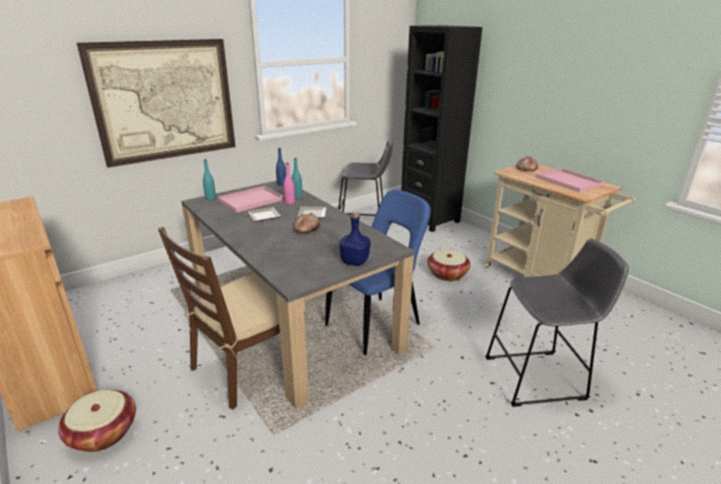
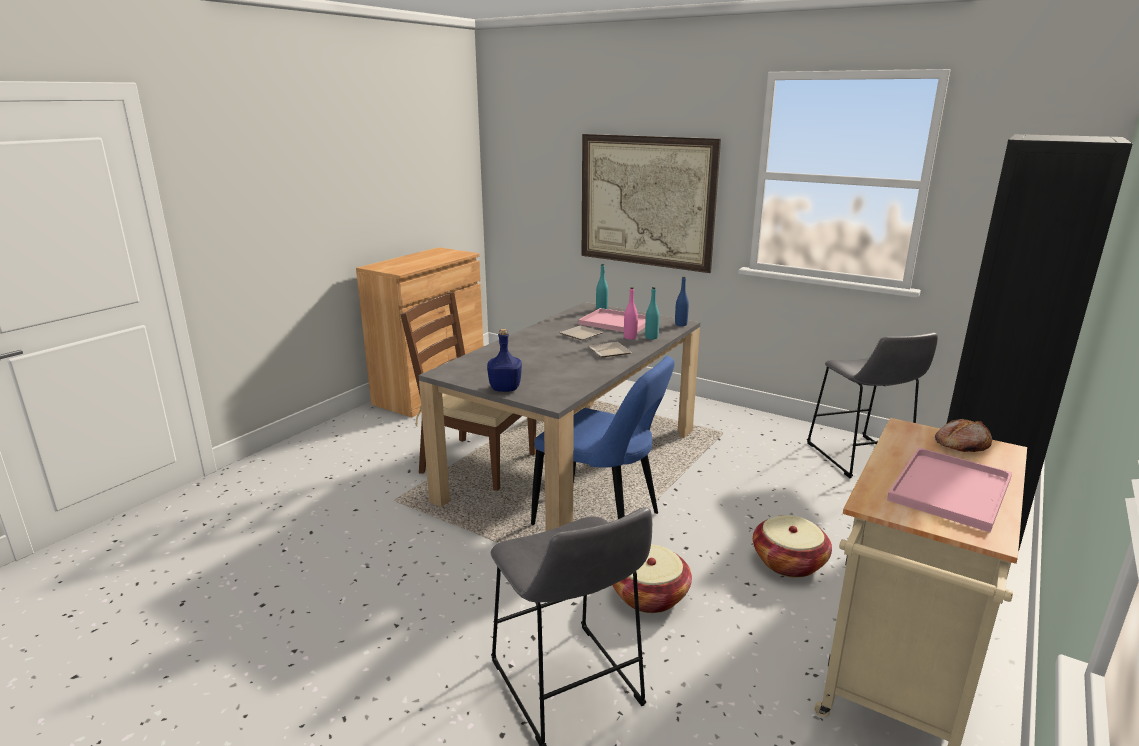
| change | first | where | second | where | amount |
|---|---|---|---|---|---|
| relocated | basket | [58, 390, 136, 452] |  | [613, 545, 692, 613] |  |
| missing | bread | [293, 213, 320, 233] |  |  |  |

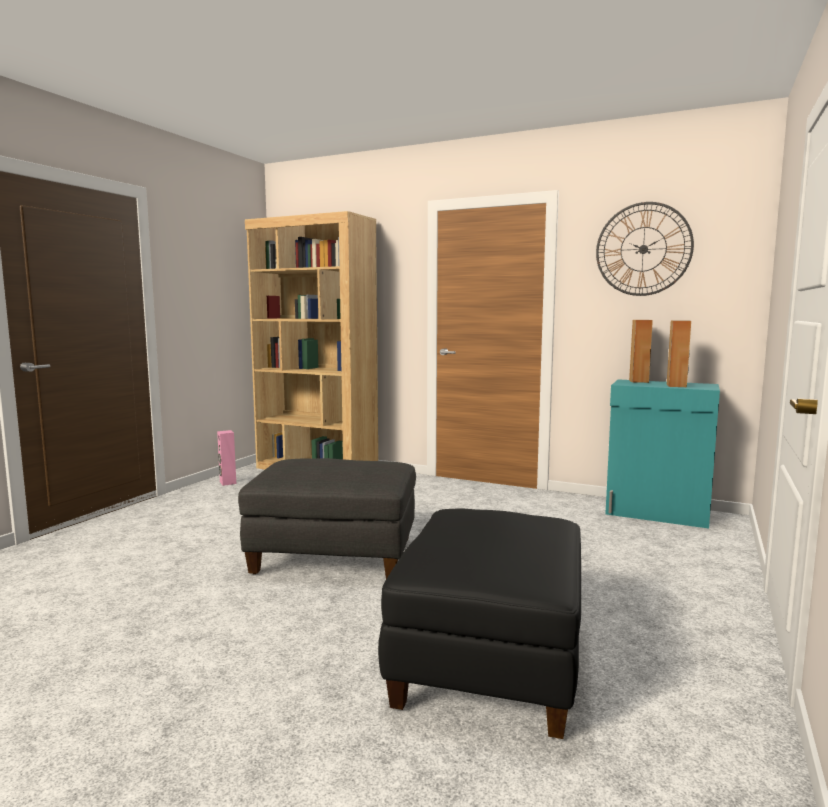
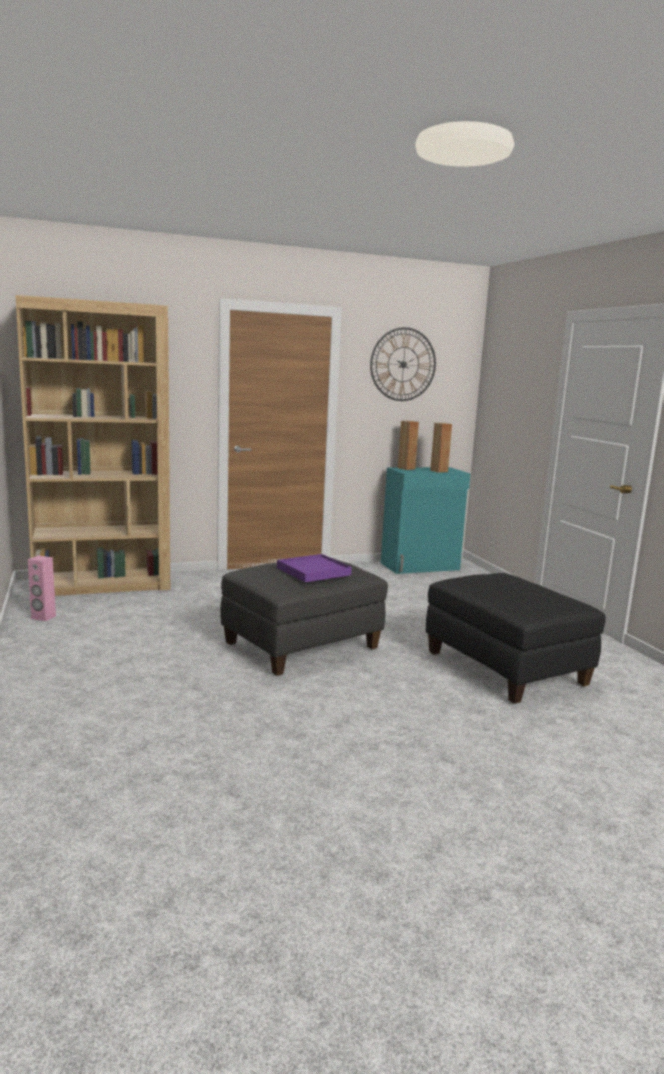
| change | first | where | second | where | amount |
|---|---|---|---|---|---|
| appeared |  |  | purple tray | [277, 554, 352, 582] |  |

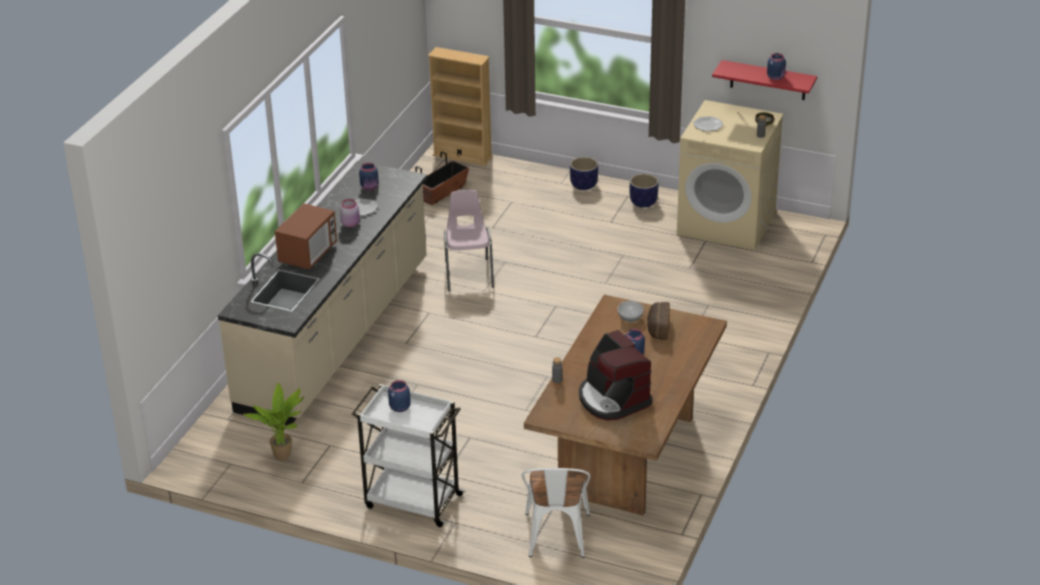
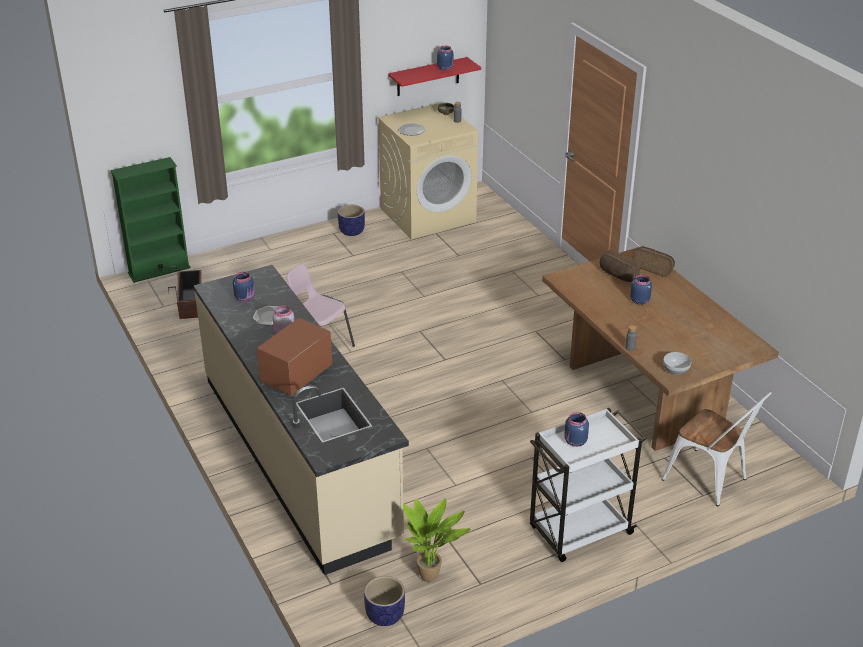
| change | first | where | second | where | amount |
|---|---|---|---|---|---|
| colour | beige bookcase | [428, 47, 493, 166] | green bookcase | [110, 157, 191, 283] |  |
| spun | microwave | [275, 203, 337, 269] |  | [257, 318, 332, 396] | 120 degrees counterclockwise |
| relocated | planter | [570, 157, 598, 190] |  | [364, 576, 405, 626] |  |
| appeared |  |  | bread | [632, 247, 675, 277] |  |
| relocated | bowl | [618, 301, 644, 322] |  | [664, 352, 692, 375] |  |
| missing | coffee machine | [579, 330, 653, 421] |  |  |  |

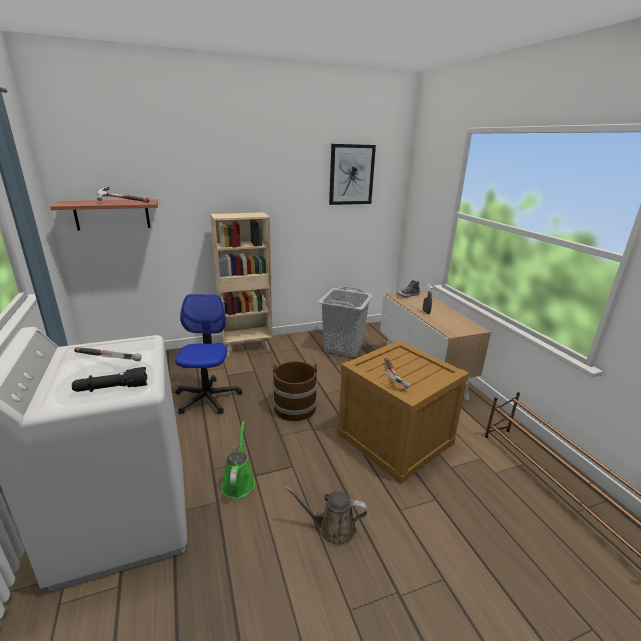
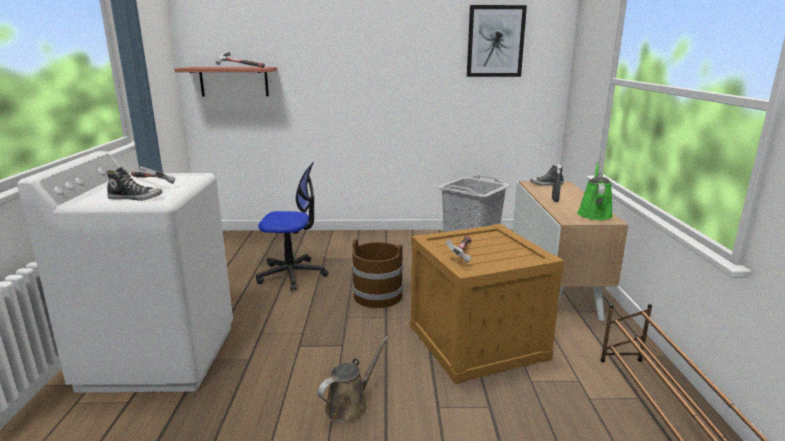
| change | first | where | second | where | amount |
|---|---|---|---|---|---|
| exchanged | black flashlight | [72, 367, 147, 392] | shoe | [106, 167, 163, 201] |  |
| spun | office chair | [175, 294, 242, 414] |  | [256, 162, 328, 291] | 75 degrees clockwise |
| spun | brown watering can | [285, 486, 367, 546] |  | [318, 336, 389, 423] | 105 degrees clockwise |
| relocated | green watering can | [221, 421, 255, 499] |  | [577, 162, 613, 220] |  |
| missing | beige bookcase | [210, 212, 273, 356] |  |  |  |

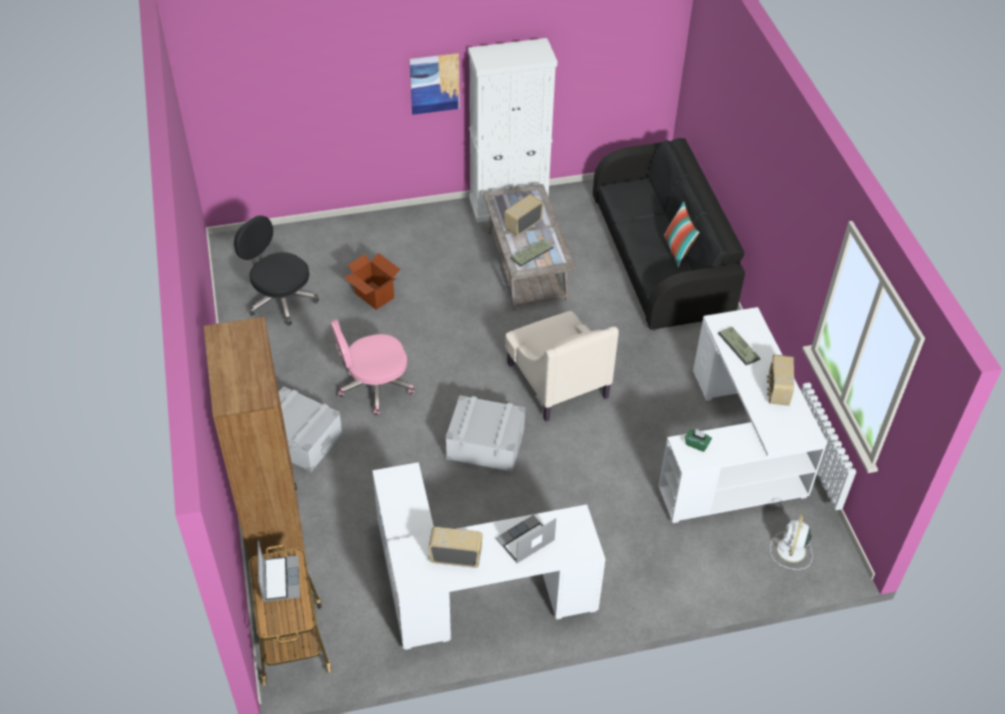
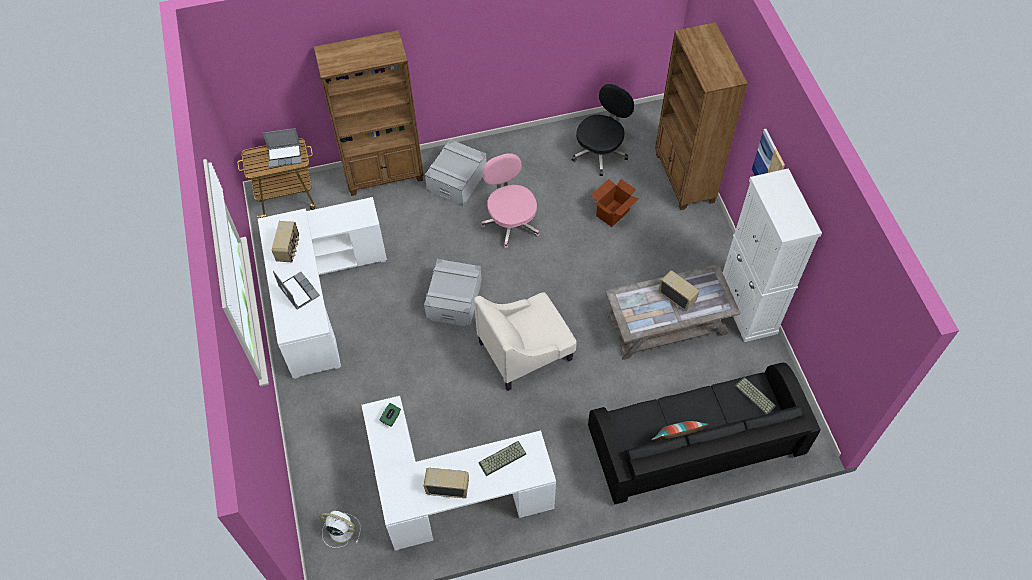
| change | first | where | second | where | amount |
|---|---|---|---|---|---|
| appeared |  |  | brown bookcase | [655, 22, 748, 210] |  |
| relocated | keyboard | [510, 239, 554, 267] |  | [734, 377, 776, 415] |  |

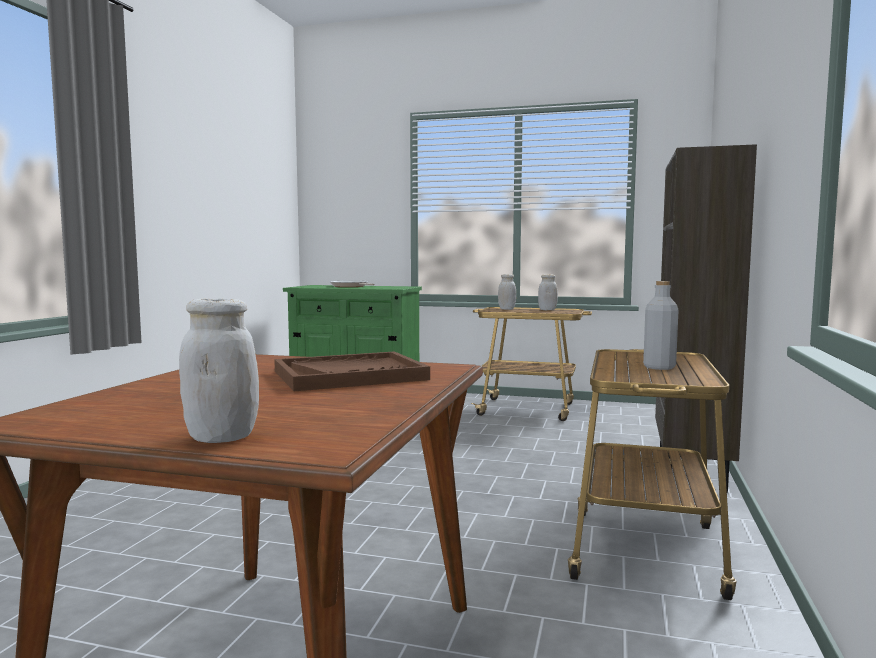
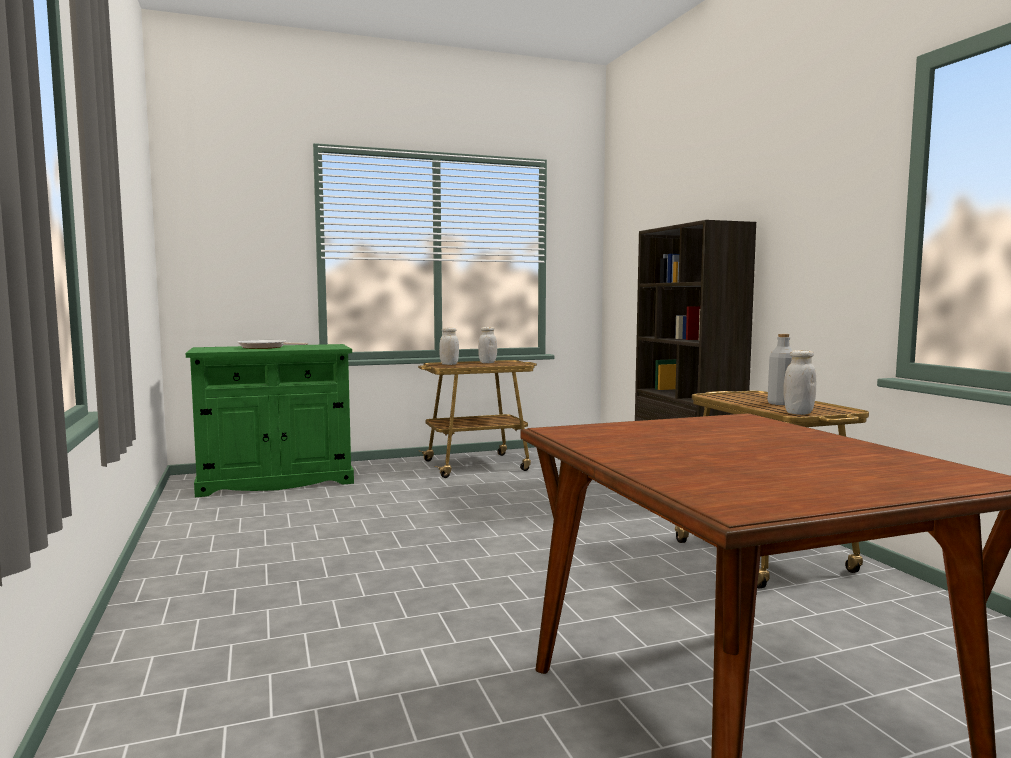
| change | first | where | second | where | amount |
|---|---|---|---|---|---|
| relocated | white jar | [179, 298, 259, 443] |  | [783, 350, 816, 415] |  |
| missing | brown tray | [274, 351, 430, 391] |  |  |  |

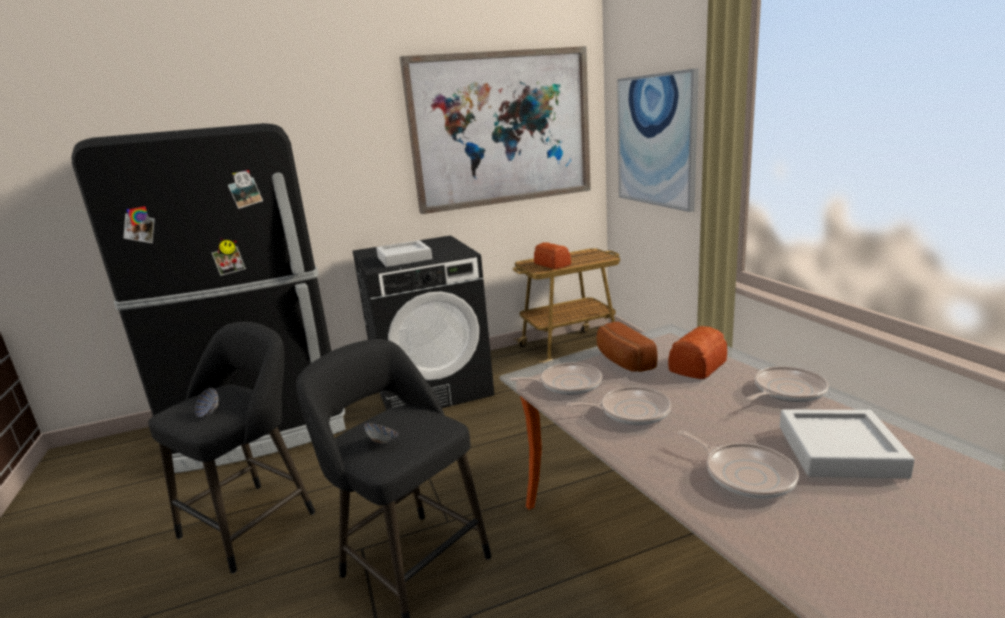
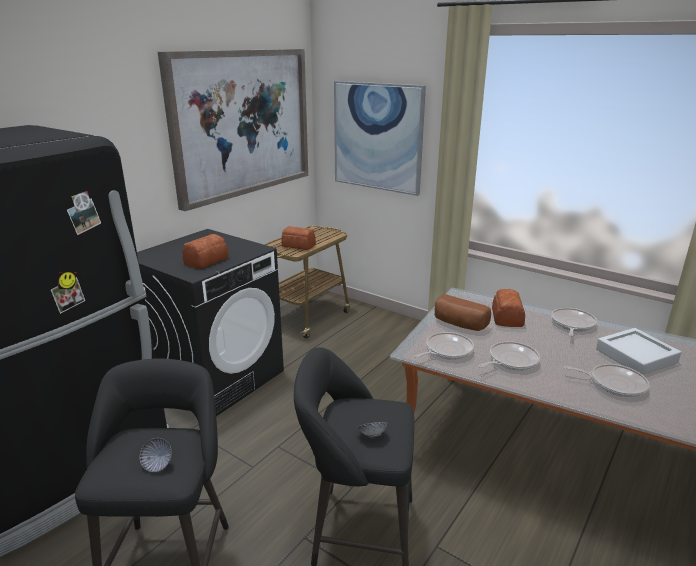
| change | first | where | second | where | amount |
|---|---|---|---|---|---|
| exchanged | grey tray | [376, 240, 432, 267] | bread | [182, 234, 228, 269] |  |

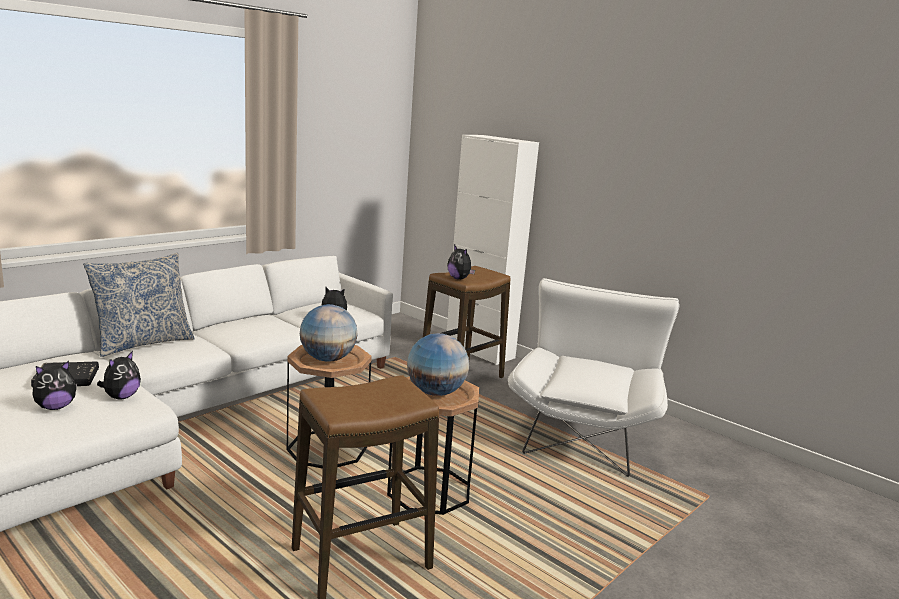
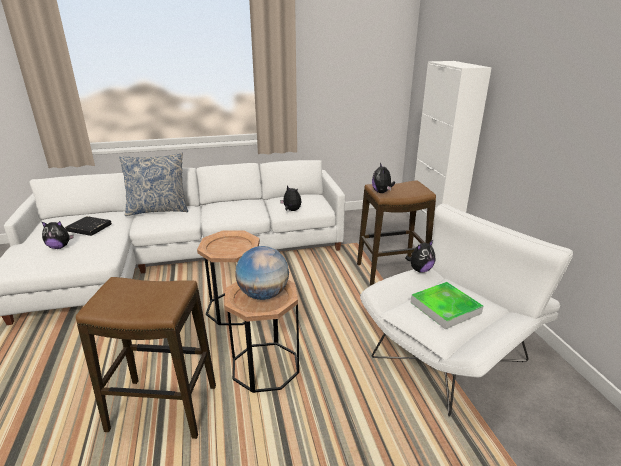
| change | first | where | second | where | amount |
|---|---|---|---|---|---|
| relocated | plush toy | [97, 351, 141, 400] |  | [405, 240, 435, 273] |  |
| appeared |  |  | tray | [410, 282, 483, 329] |  |
| missing | globe | [300, 304, 358, 362] |  |  |  |

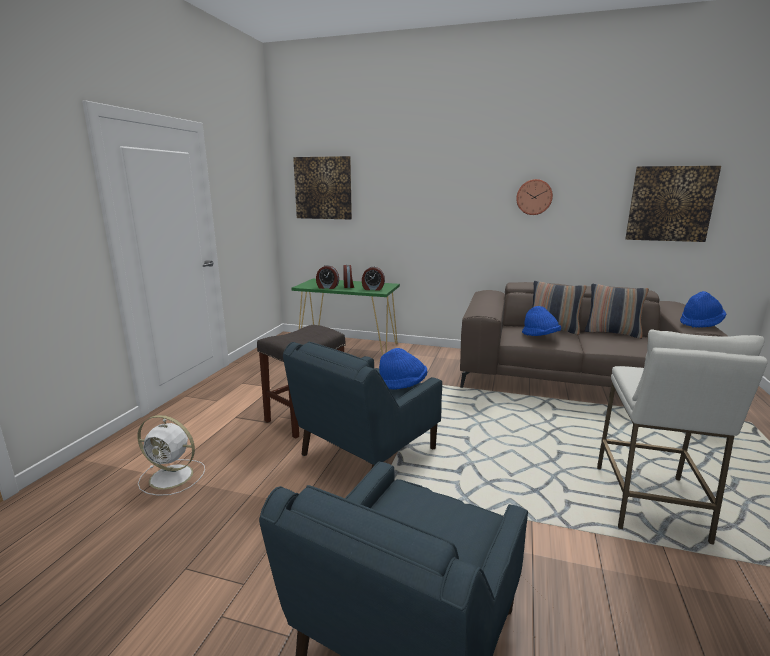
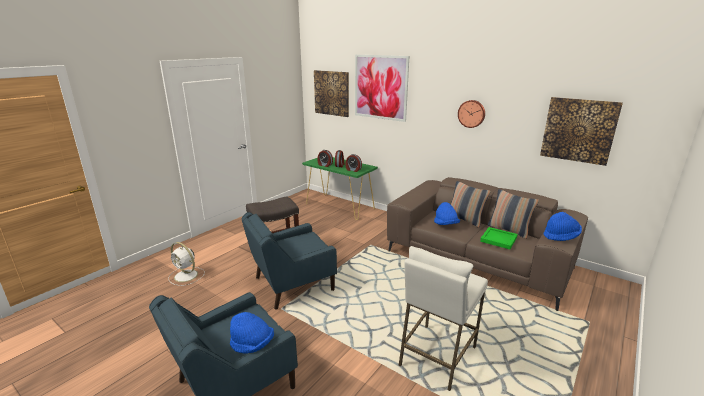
| change | first | where | second | where | amount |
|---|---|---|---|---|---|
| relocated | blue hat | [379, 348, 428, 390] |  | [230, 312, 274, 353] |  |
| appeared |  |  | picture | [355, 54, 409, 122] |  |
| appeared |  |  | green tray | [480, 227, 518, 249] |  |

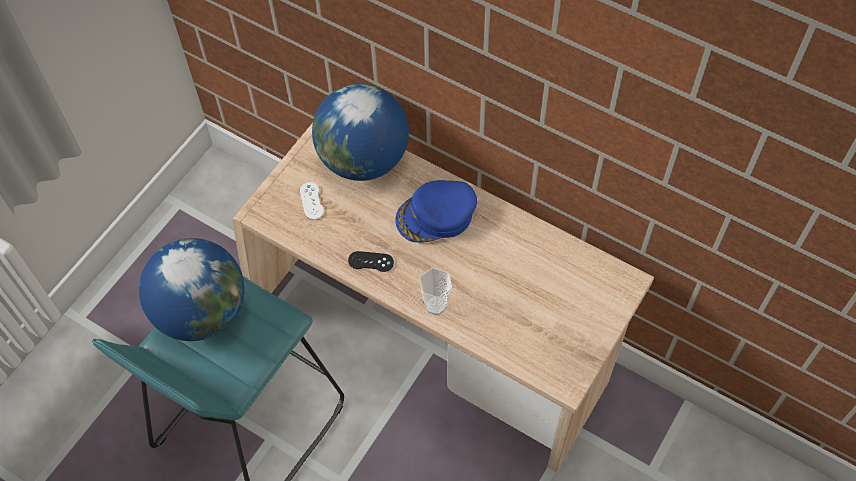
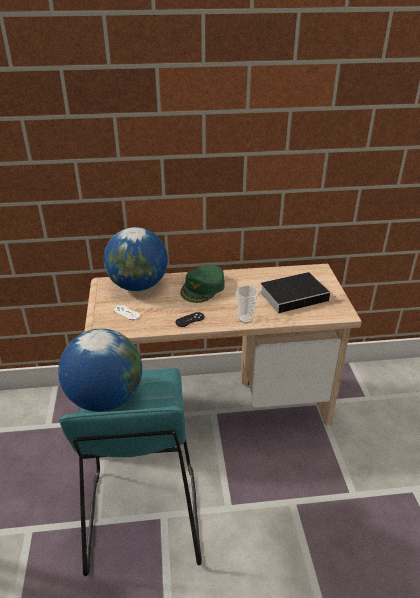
| change | first | where | second | where | amount |
|---|---|---|---|---|---|
| colour | blue cap | [396, 180, 477, 243] | green cap | [180, 265, 224, 303] |  |
| appeared |  |  | book | [260, 272, 331, 313] |  |

